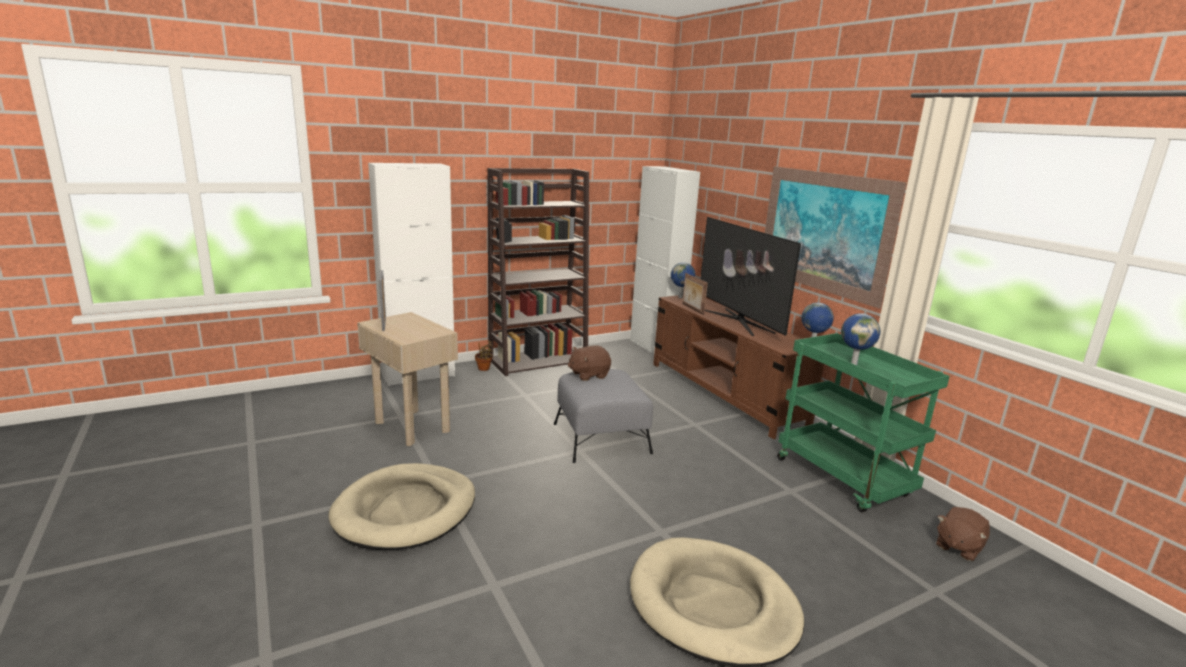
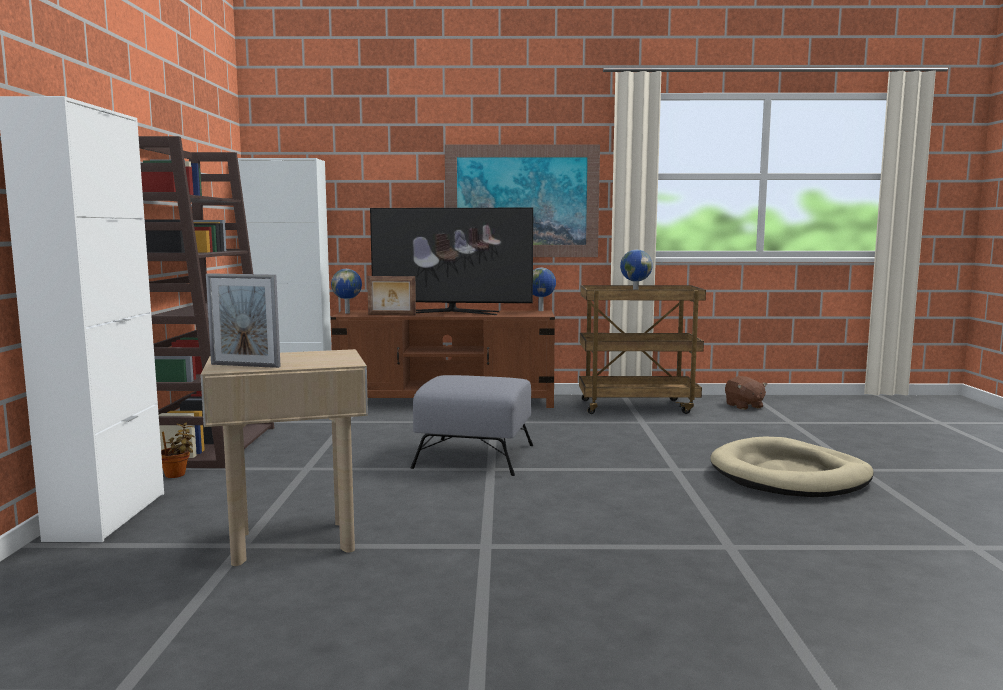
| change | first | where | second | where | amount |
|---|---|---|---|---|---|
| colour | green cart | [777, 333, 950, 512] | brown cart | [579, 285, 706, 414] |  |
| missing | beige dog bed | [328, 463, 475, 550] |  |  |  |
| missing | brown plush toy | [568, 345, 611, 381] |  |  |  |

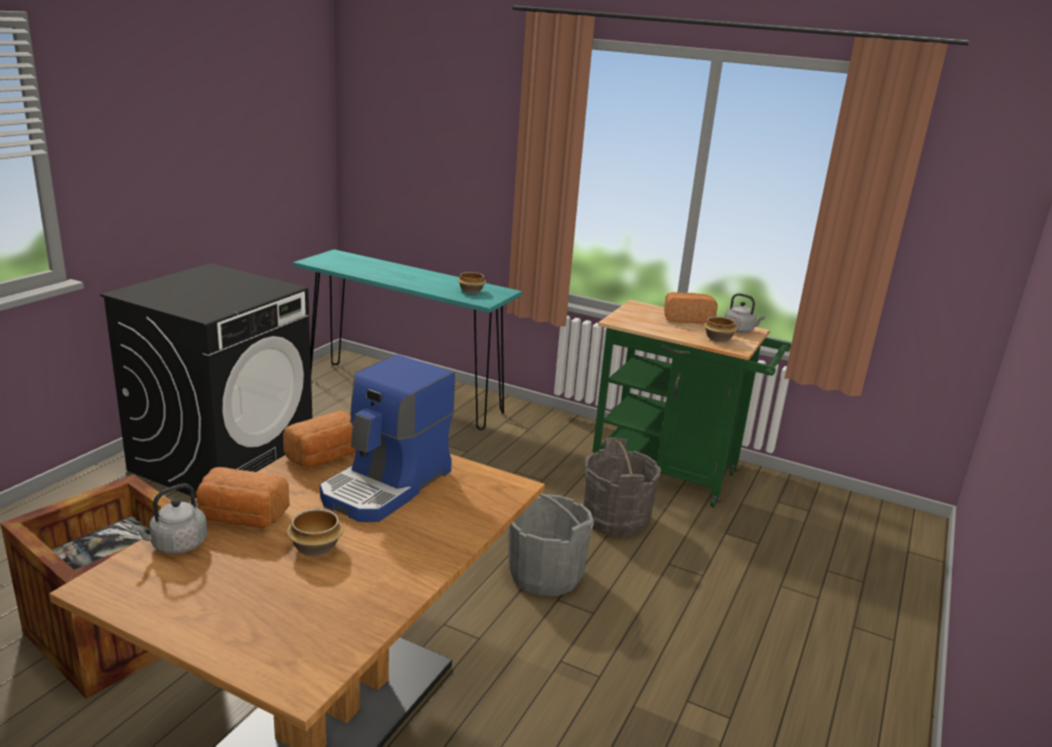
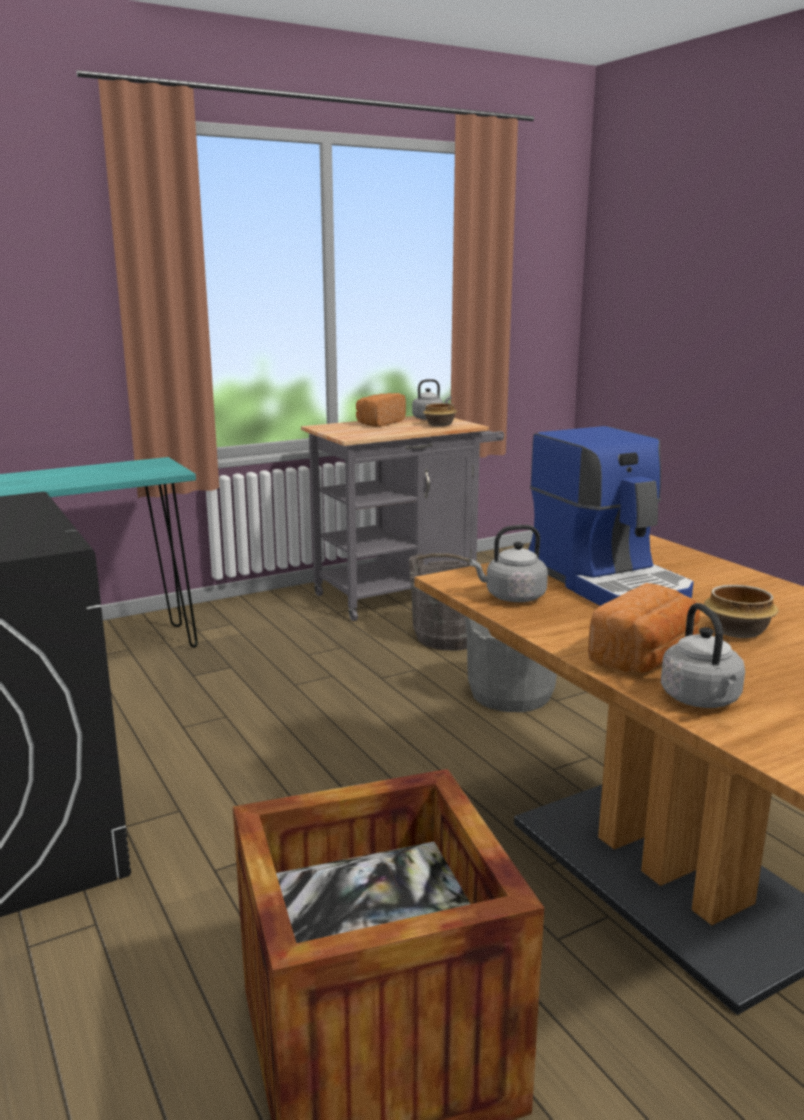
| change | first | where | second | where | amount |
|---|---|---|---|---|---|
| colour | green cart | [592, 300, 791, 507] | grey cart | [301, 416, 504, 621] |  |
| exchanged | bread | [283, 410, 356, 467] | grey kettle | [470, 525, 548, 602] |  |
| missing | bowl | [457, 272, 486, 294] |  |  |  |

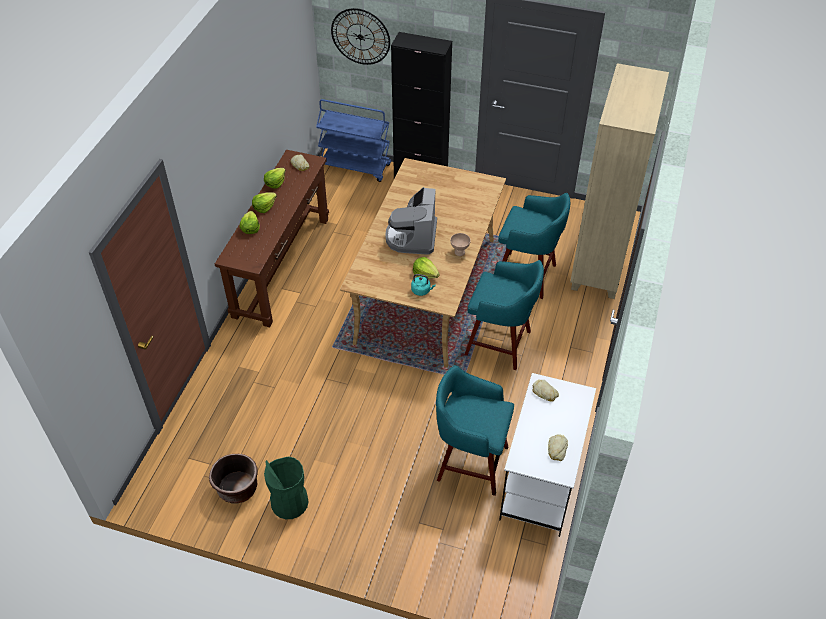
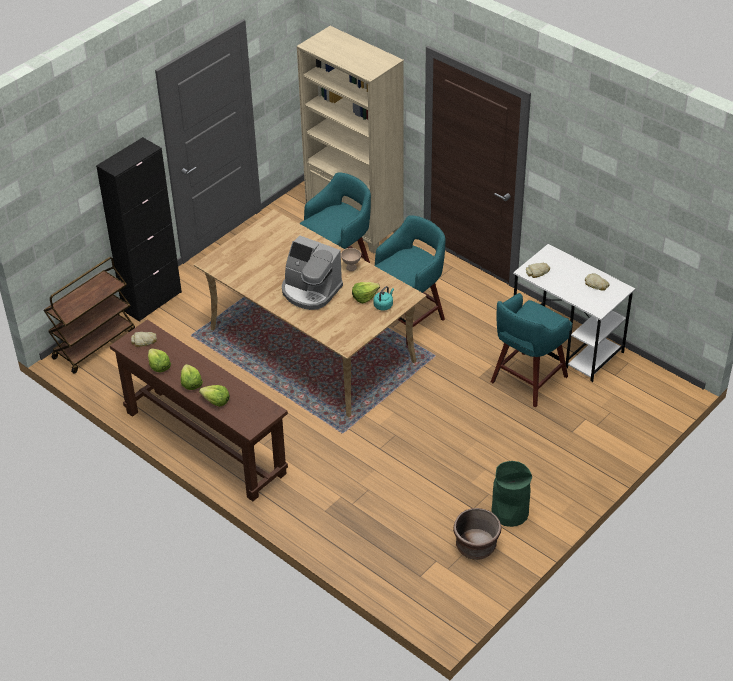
| change | first | where | second | where | amount |
|---|---|---|---|---|---|
| colour | blue cart | [316, 99, 391, 182] | brown cart | [43, 257, 135, 374] |  |
| missing | wall clock | [331, 8, 390, 65] |  |  |  |

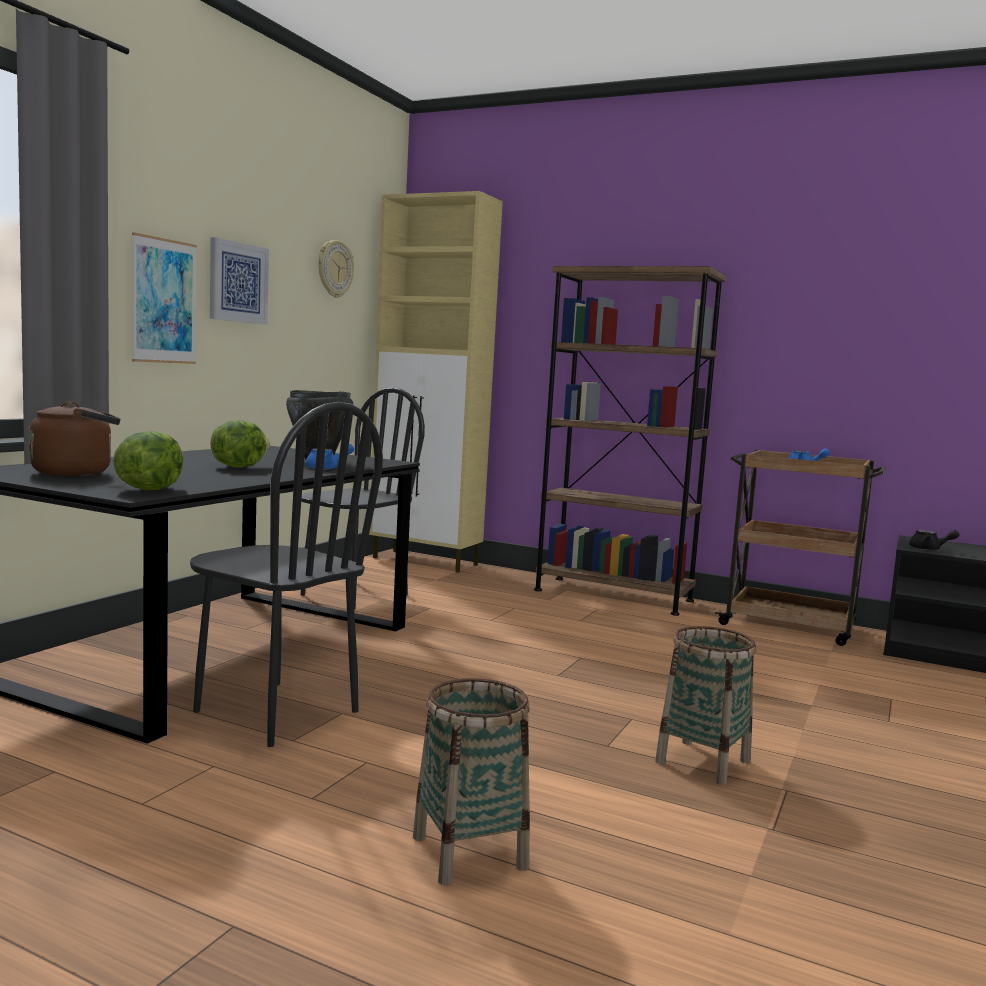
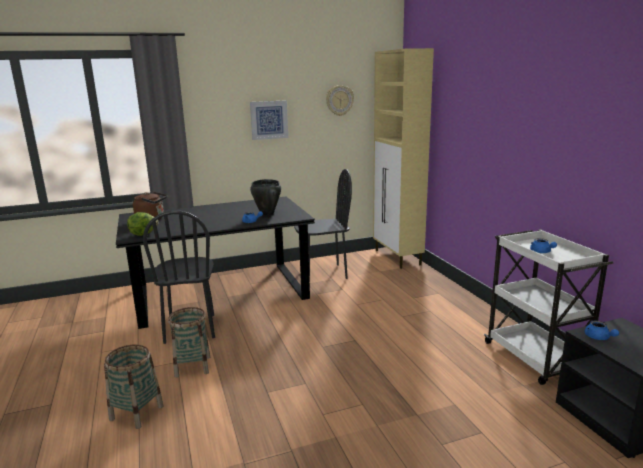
| change | first | where | second | where | amount |
|---|---|---|---|---|---|
| relocated | basket | [655, 626, 756, 785] |  | [168, 307, 210, 378] |  |
| colour | brown cart | [715, 450, 886, 646] | white cart | [484, 229, 613, 385] |  |
| colour | black teapot | [909, 530, 959, 550] | blue teapot | [585, 321, 619, 340] |  |
| missing | picture | [132, 232, 197, 364] |  |  |  |
| missing | lettuce | [210, 420, 270, 468] |  |  |  |
| missing | brown bookcase | [534, 266, 726, 616] |  |  |  |

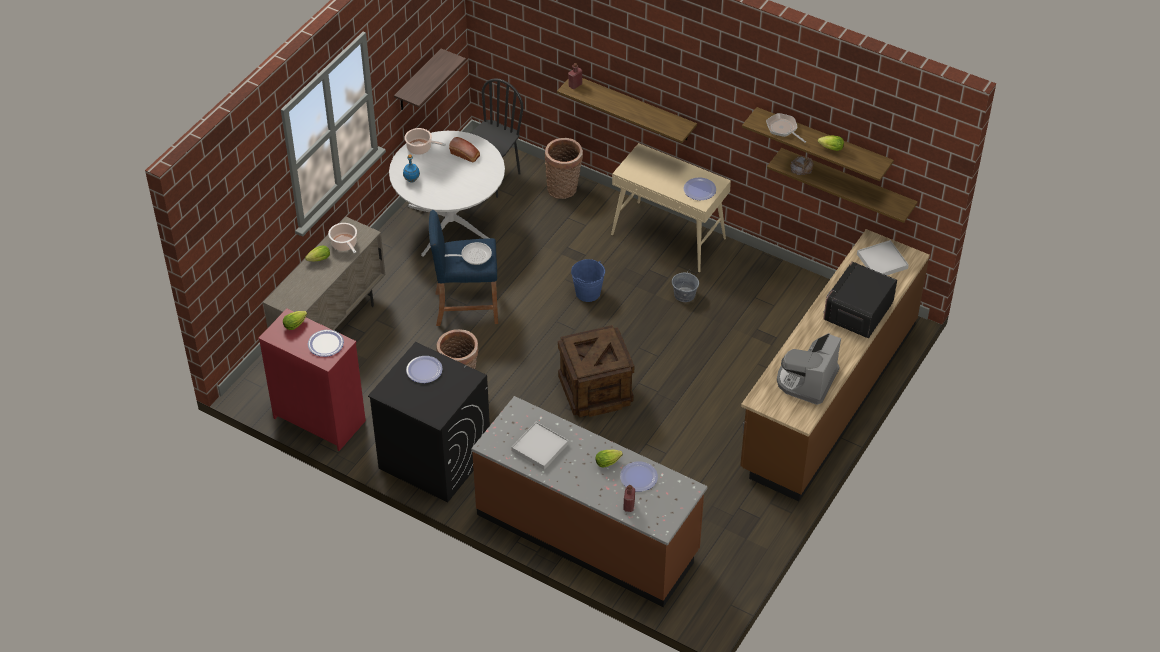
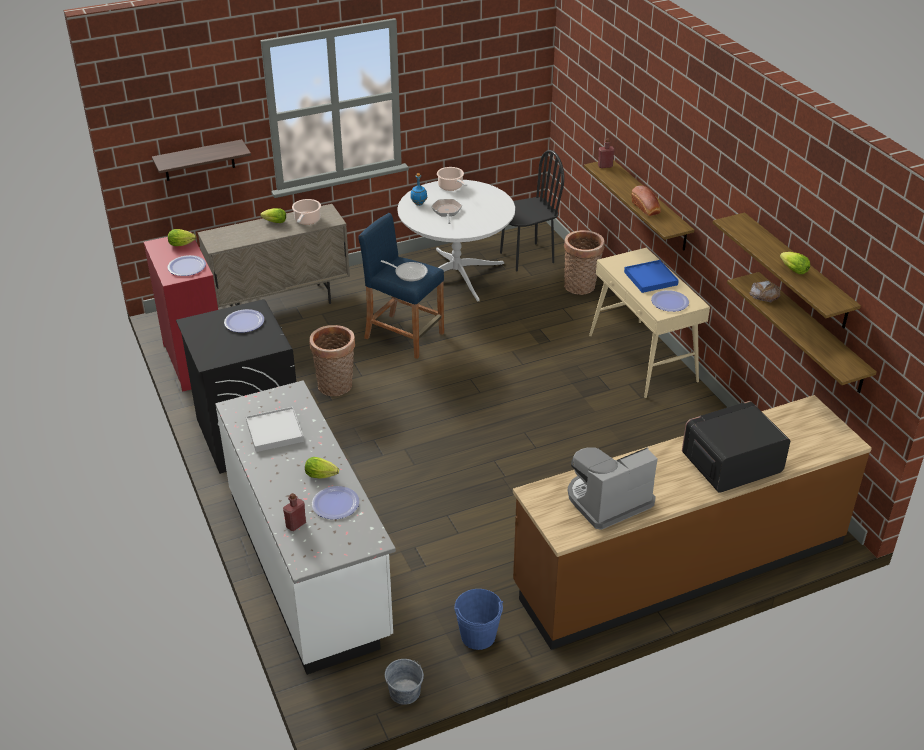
| change | first | where | second | where | amount |
|---|---|---|---|---|---|
| relocated | shelf | [394, 48, 466, 110] |  | [152, 139, 251, 181] |  |
| colour | brown counter | [471, 396, 708, 607] | white counter | [215, 380, 396, 675] |  |
| relocated | grey bucket | [672, 270, 699, 302] |  | [385, 659, 424, 705] |  |
| relocated | frying pan | [766, 113, 806, 143] |  | [431, 199, 462, 224] |  |
| relocated | blue bucket | [571, 259, 605, 302] |  | [454, 589, 503, 650] |  |
| appeared |  |  | blue tray | [624, 260, 679, 293] |  |
| relocated | bread | [449, 137, 480, 162] |  | [631, 185, 661, 216] |  |
| missing | crate | [558, 325, 634, 417] |  |  |  |
| missing | white tray | [857, 240, 909, 276] |  |  |  |

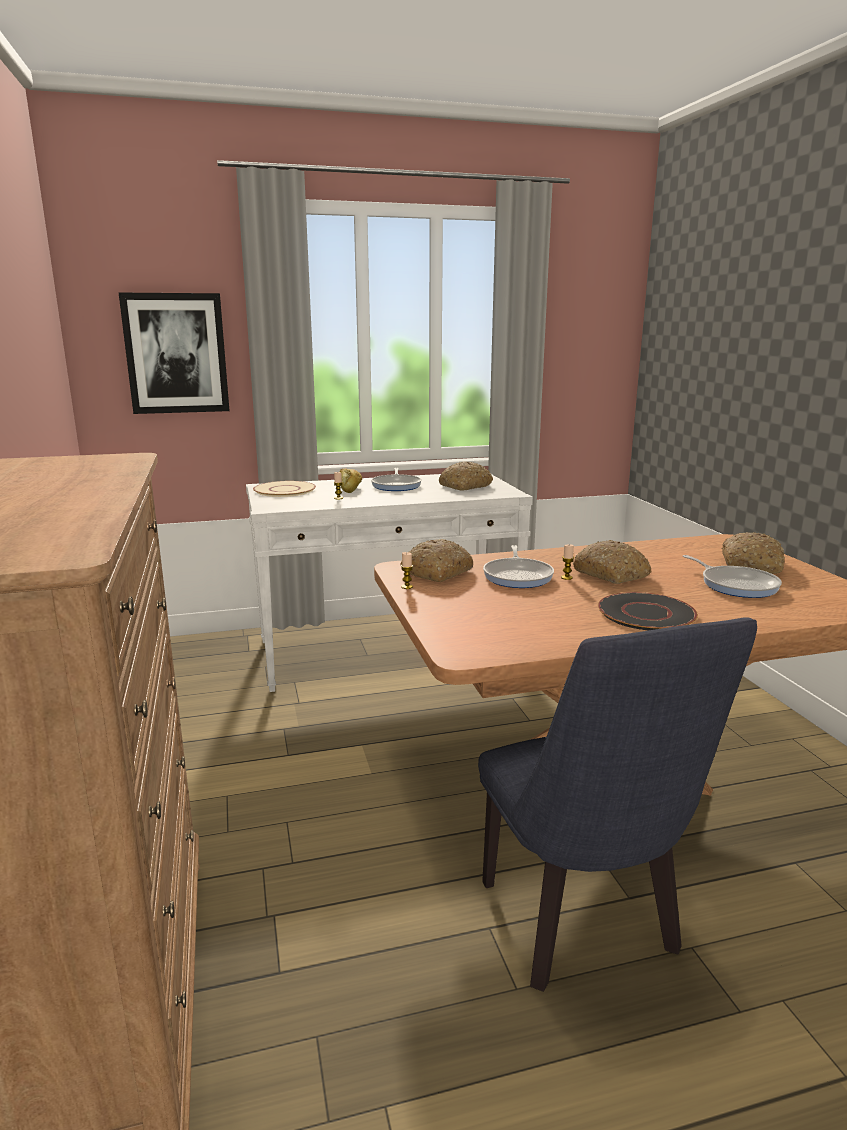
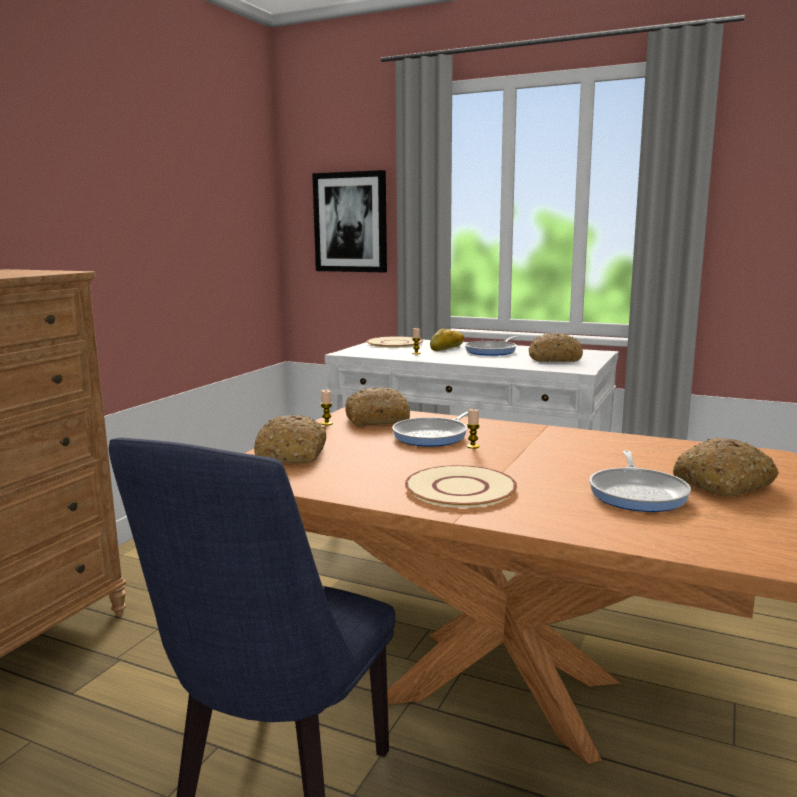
| change | first | where | second | where | amount |
|---|---|---|---|---|---|
| relocated | bread | [573, 540, 652, 584] |  | [254, 415, 326, 463] |  |
| colour | black plate | [598, 592, 698, 630] | beige plate | [405, 465, 517, 508] |  |

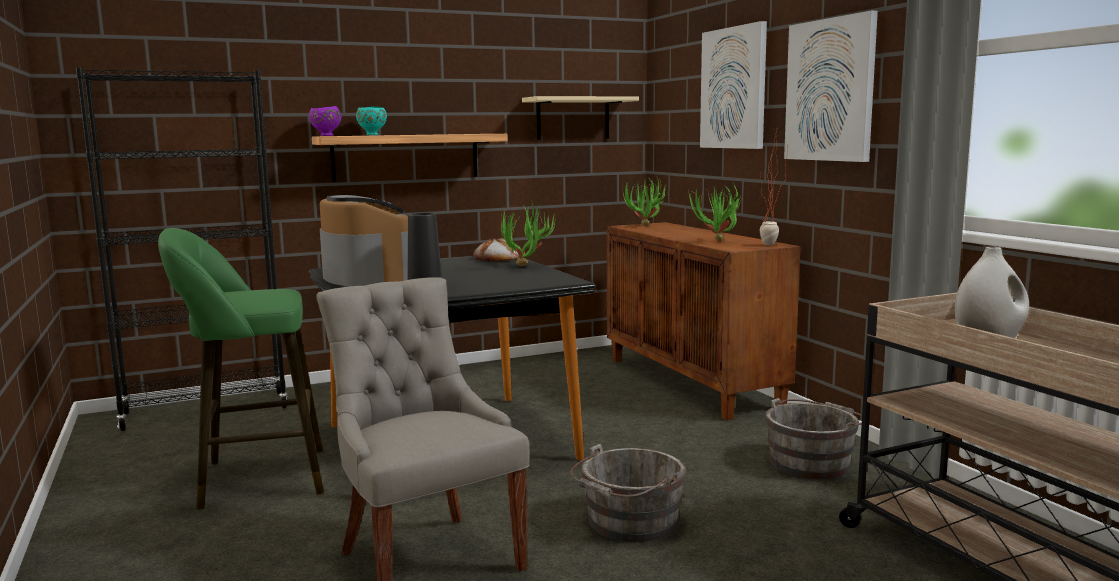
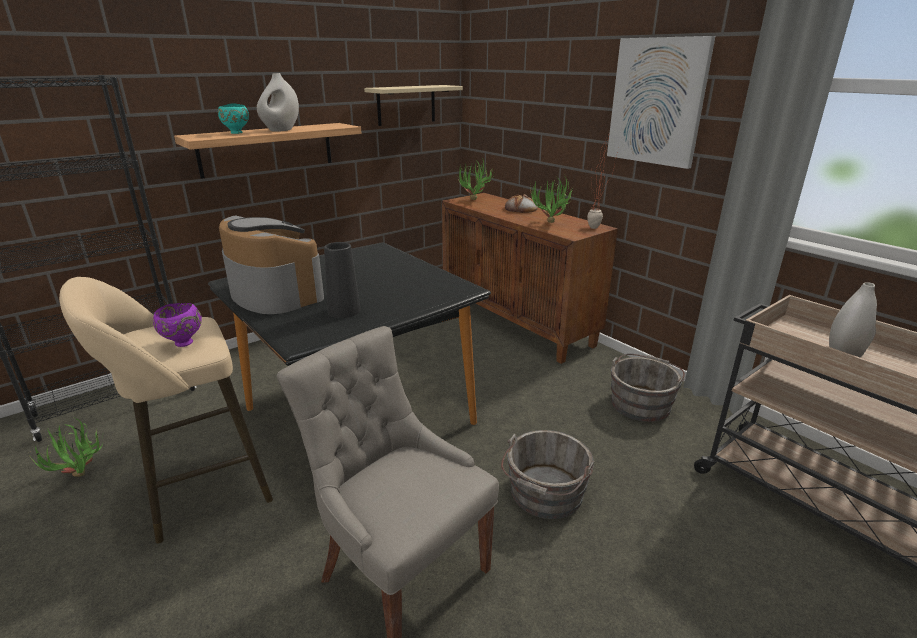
| change | first | where | second | where | amount |
|---|---|---|---|---|---|
| relocated | potted plant | [501, 202, 557, 266] |  | [30, 418, 104, 477] |  |
| colour | green stool | [158, 228, 324, 509] | beige stool | [59, 277, 273, 543] |  |
| relocated | purple bowl | [309, 106, 341, 136] |  | [153, 303, 202, 347] |  |
| appeared |  |  | white vase | [257, 73, 299, 132] |  |
| relocated | bread | [473, 238, 519, 261] |  | [505, 194, 538, 213] |  |
| missing | picture | [700, 21, 767, 149] |  |  |  |

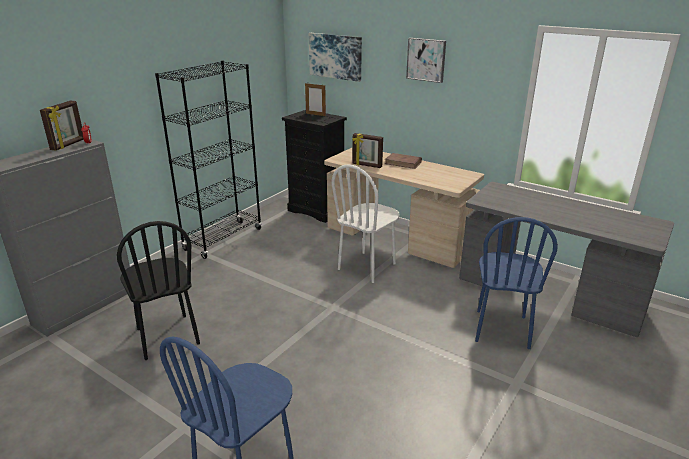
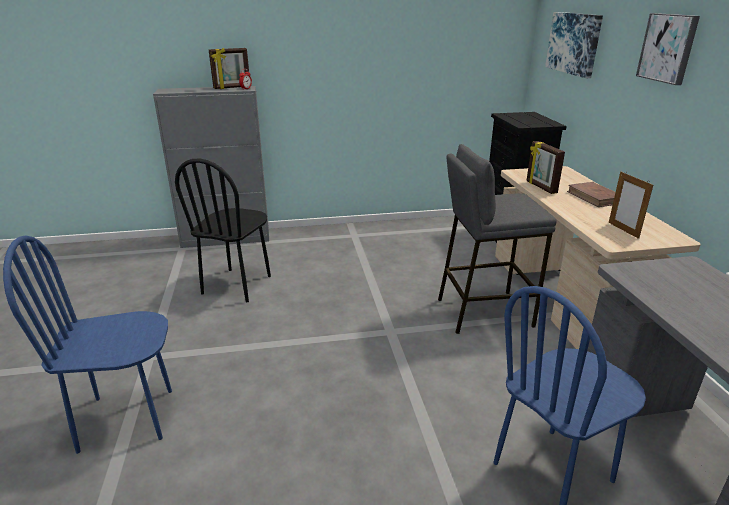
| change | first | where | second | where | amount |
|---|---|---|---|---|---|
| exchanged | white chair | [332, 164, 400, 283] | grey stool | [438, 144, 557, 334] |  |
| relocated | picture frame | [305, 83, 326, 116] |  | [609, 171, 653, 239] |  |
| missing | black bookcase | [155, 61, 262, 259] |  |  |  |

